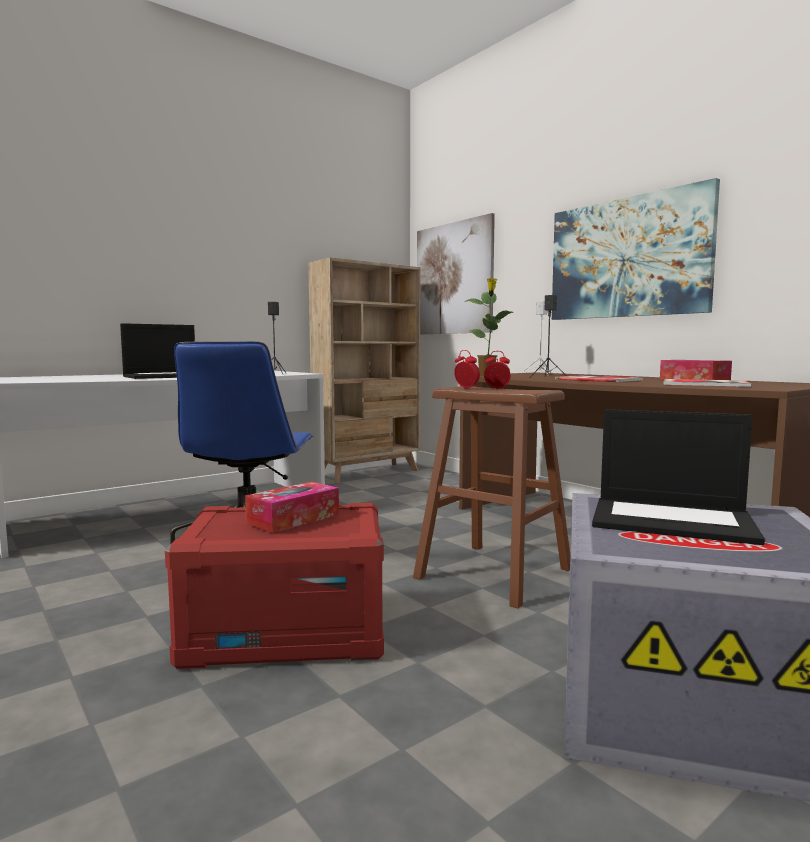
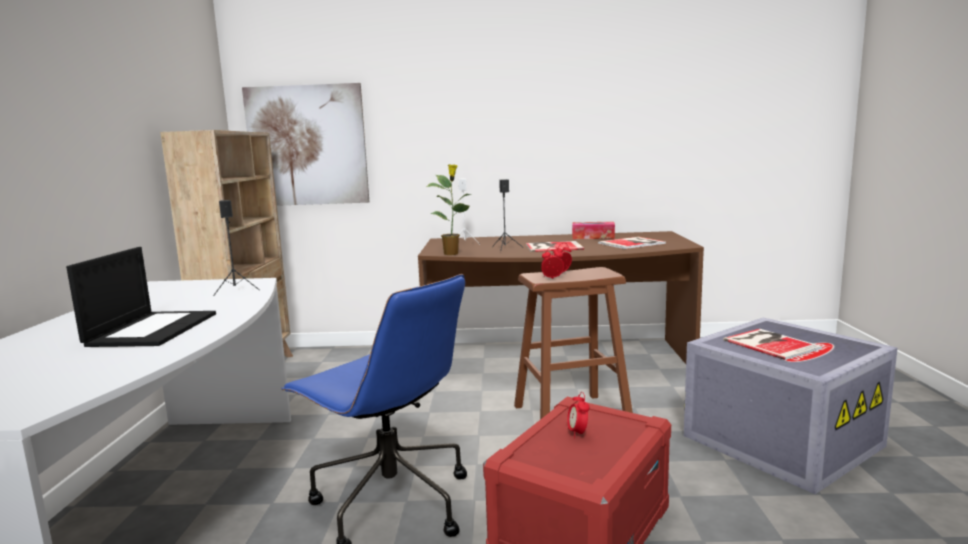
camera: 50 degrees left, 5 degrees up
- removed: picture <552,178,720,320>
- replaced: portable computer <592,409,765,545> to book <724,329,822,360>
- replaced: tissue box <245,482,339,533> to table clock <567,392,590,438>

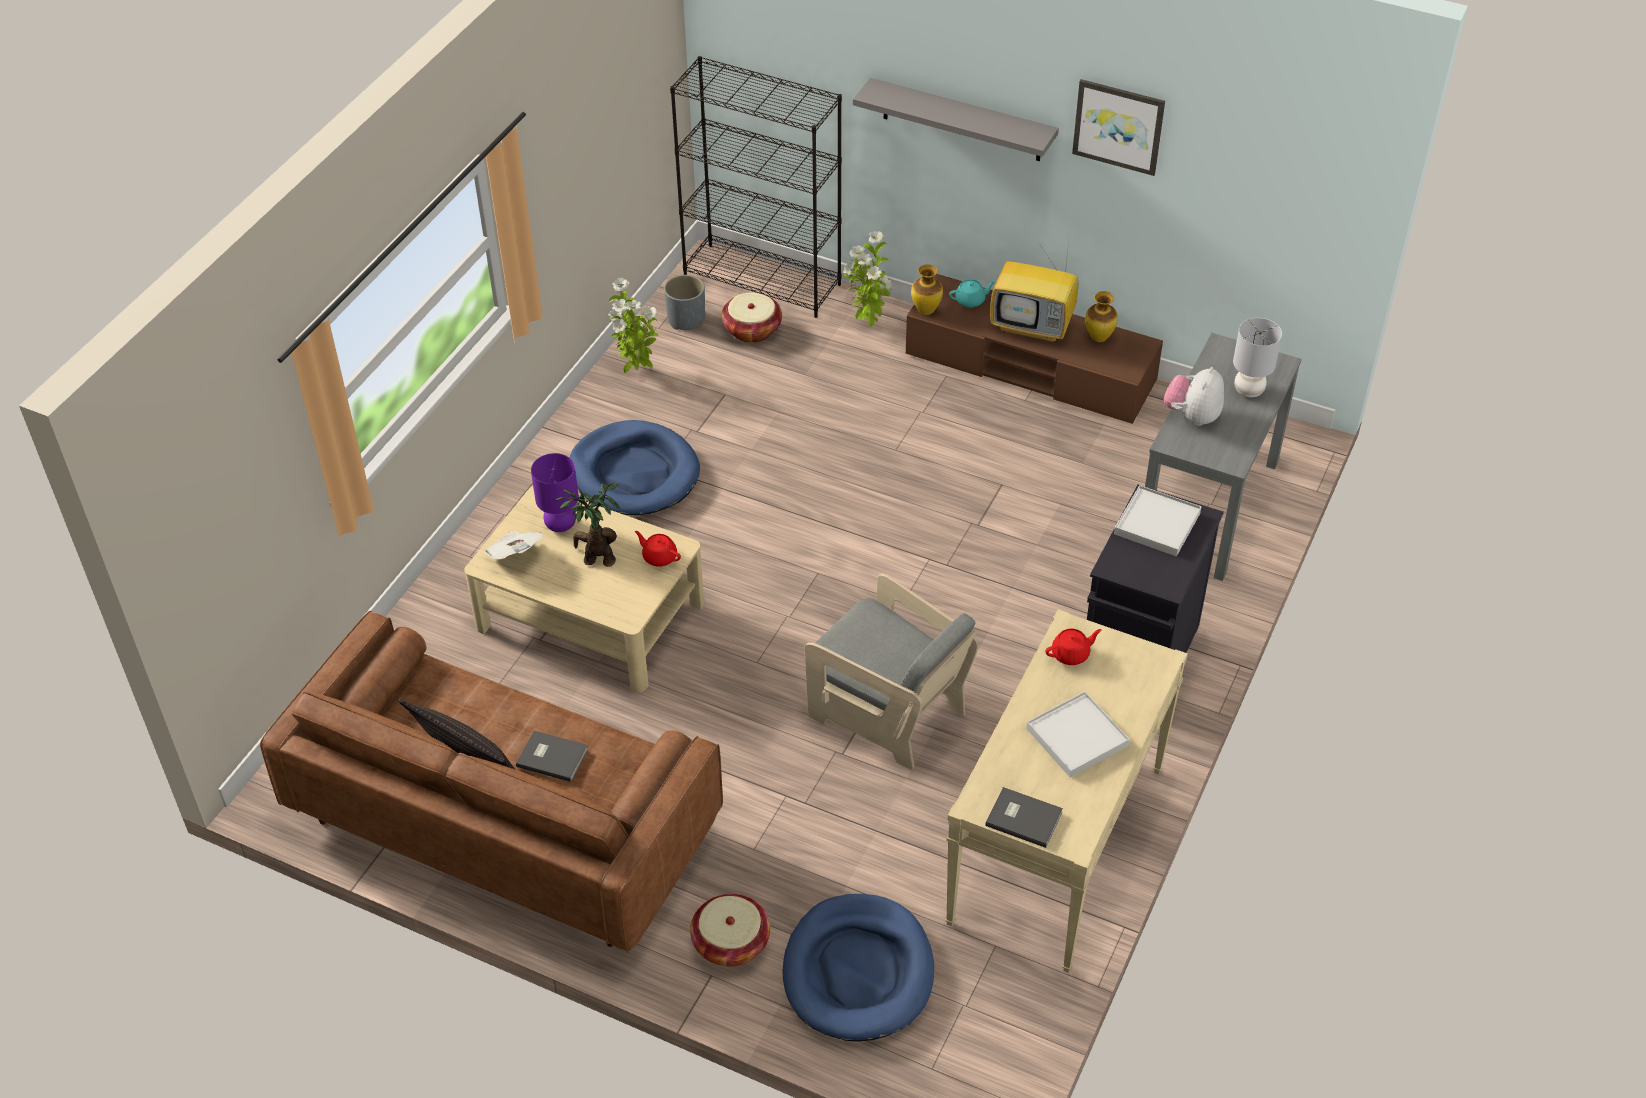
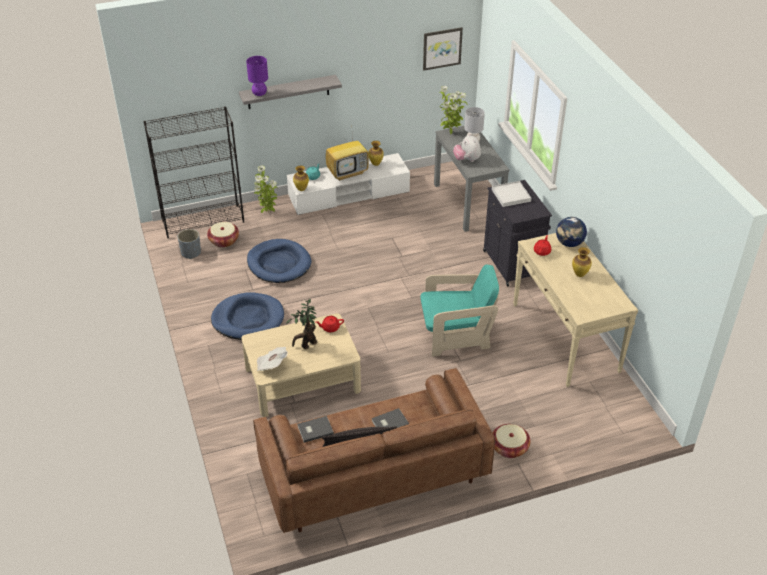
camera: 45 degrees left, 5 degrees down
- moved: picture <1072,79,1165,176> to <423,27,463,71>
- recoloured: media console (brown-coloured) <906,274,1163,424> to media console (whitish) <287,153,410,215>
- moved: potted plant <608,278,659,373> to <439,86,467,134>
- moved: table lamp (purple-coloured) <531,453,579,532> to <246,56,268,96>
- recoloured: lounge chair (greyish) <805,574,979,770> to lounge chair (turquoise-coloured) <420,265,499,357>
- replaced: serving tray (whitish) <1026,691,1130,778> to flower vase <572,247,592,277>
- moved: book (greyish) <985,787,1063,848> to <297,416,334,443>
- moved: dog cushion (blue) <783,894,934,1042> to <247,239,311,283>
- added: globe <556,217,587,247>

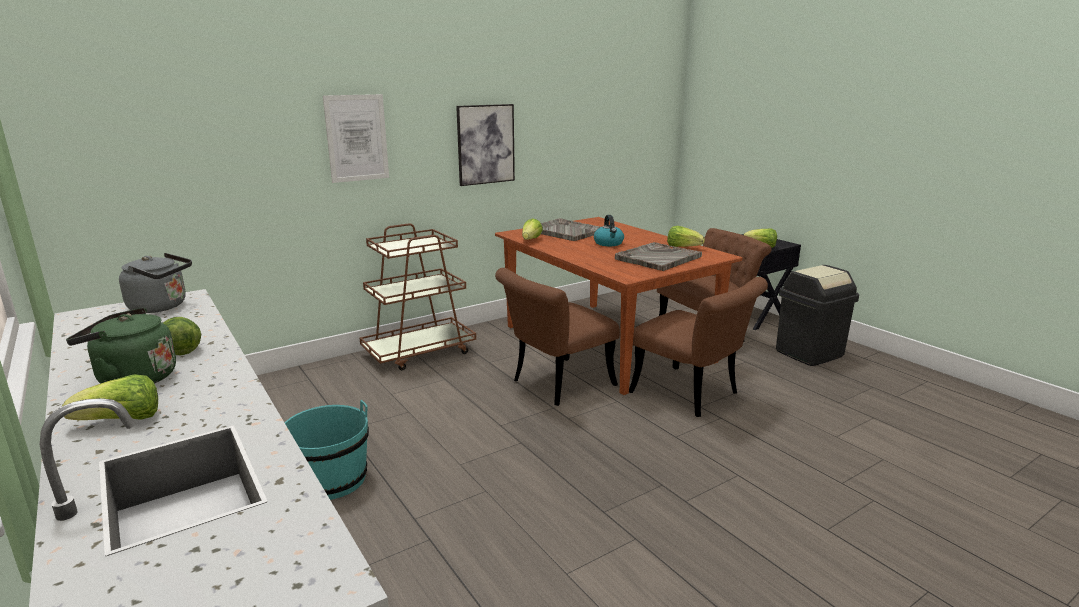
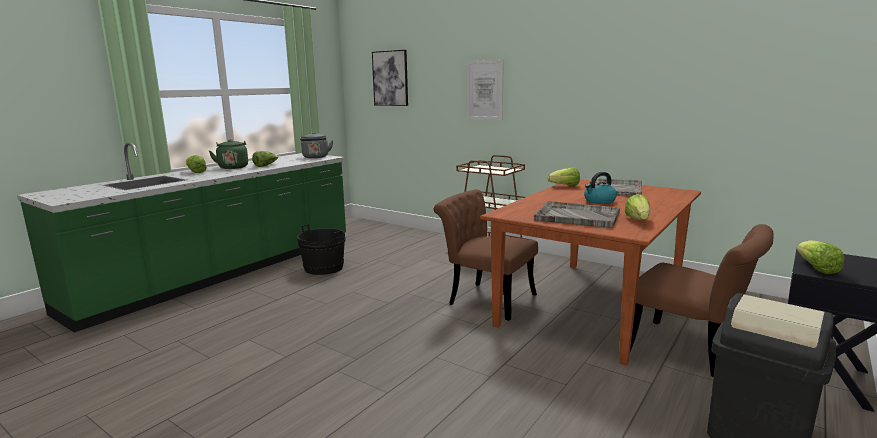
camera: 70 degrees right, 5 degrees down
- moved: picture <456,104,515,186> to <372,50,408,106>
- removed: plain chair (brown-coloured) <629,277,768,417>
- recoloured: bucket (turquoise-coloured) <284,400,369,500> to bucket (black) <297,224,345,275>

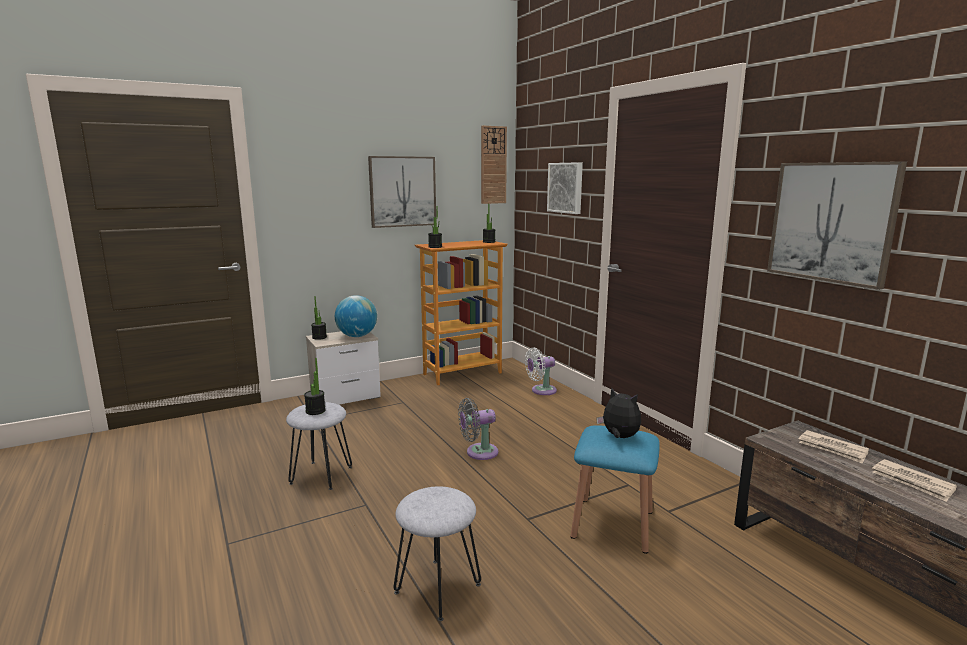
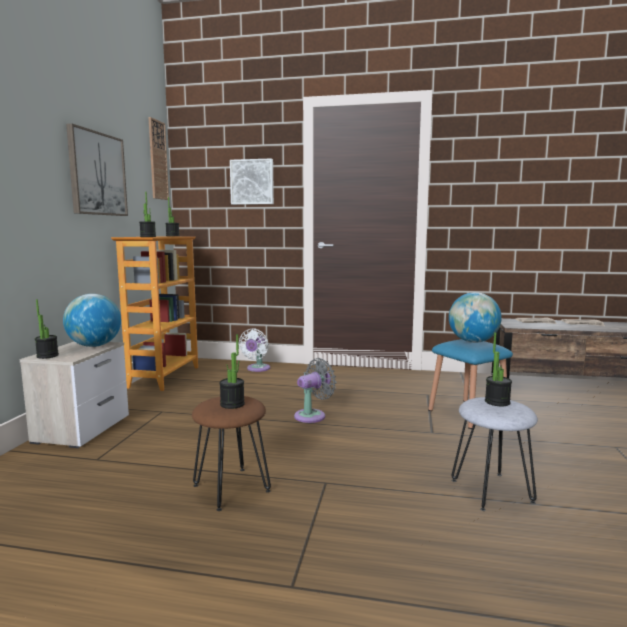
camera: 50 degrees left, 5 degrees down
- removed: picture <767,161,907,290>
- replaced: cuddly toy <596,387,641,438> to globe <449,292,502,343>
- turned: electric fan (greyish) <458,398,499,460> = <294,358,337,423> 150 degrees counterclockwise
- recoloured: sitting stool (greyish) <286,402,352,490> to sitting stool (brown-coloured) <192,396,271,511>
- added: potted plant <485,332,512,407>

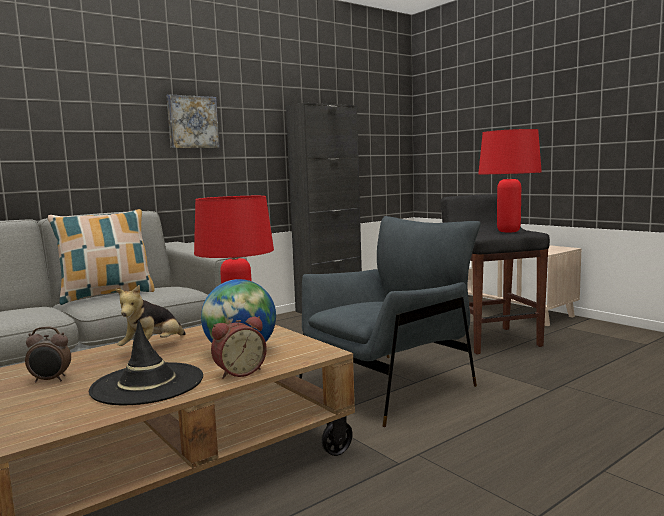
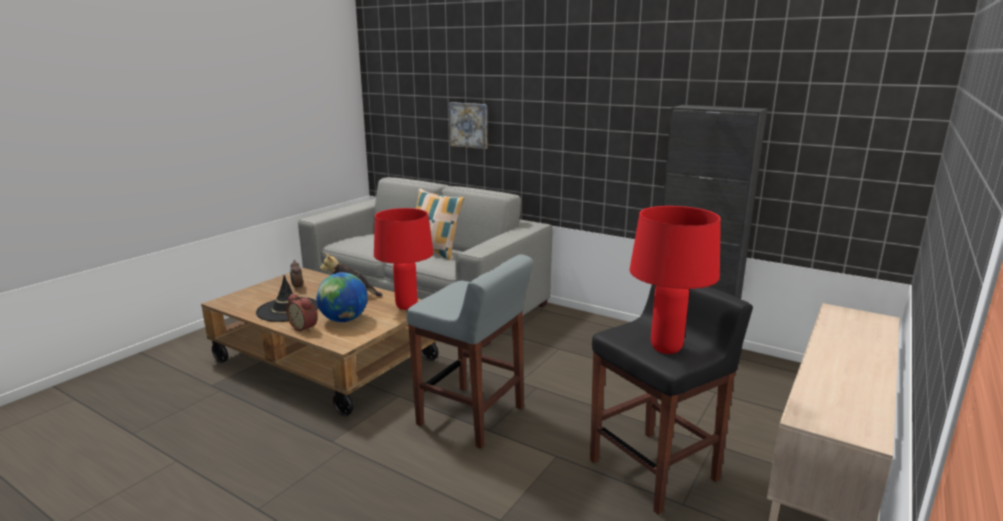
camera: 70 degrees right, 10 degrees up
- moved: picture <166,94,220,148> to <449,102,487,149>
- replaced: lounge chair (greyish) <299,216,481,427> to sitting stool (greyish) <406,254,533,449>

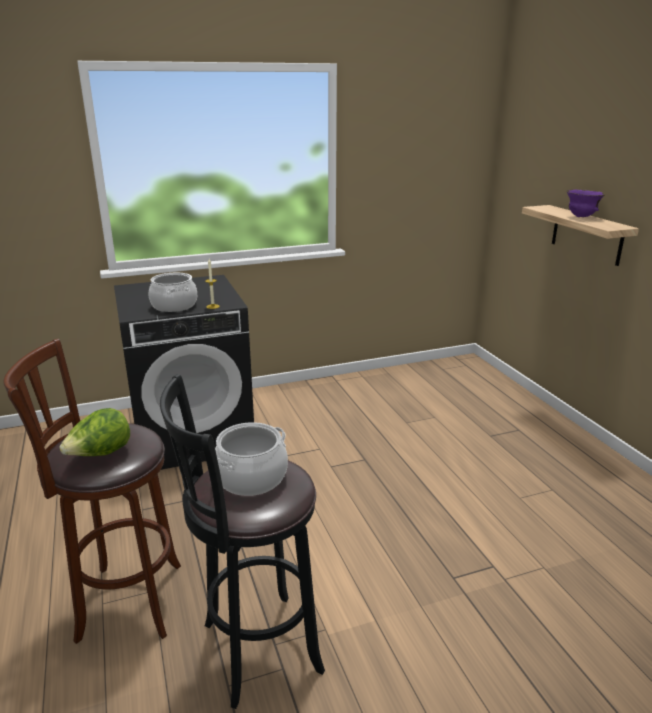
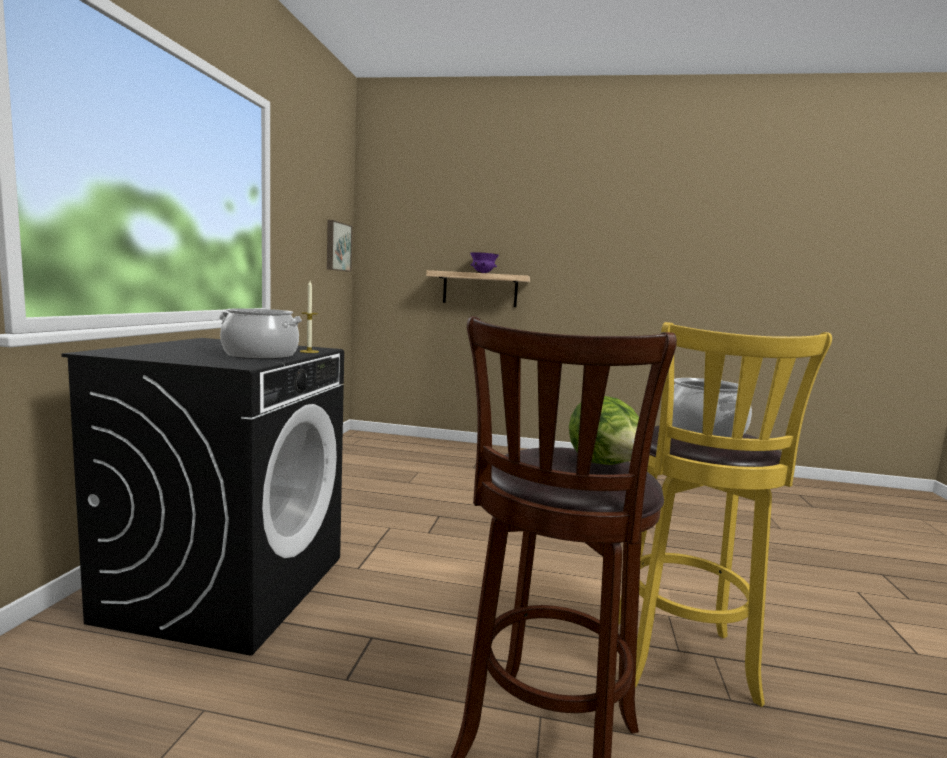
camera: 60 degrees left, 15 degrees down
- recoloured: sitting stool (black) <160,374,325,709> to sitting stool (yellowish) <618,322,832,707>
- added: picture <327,220,353,272>

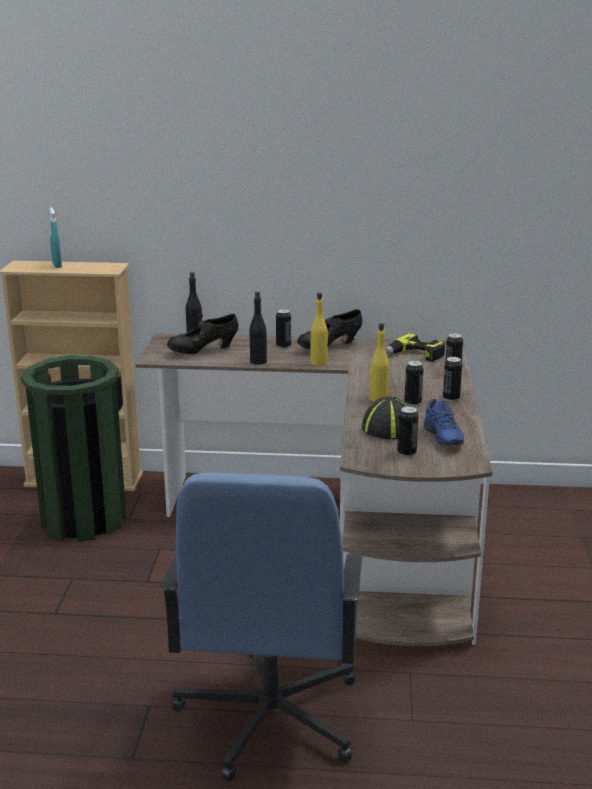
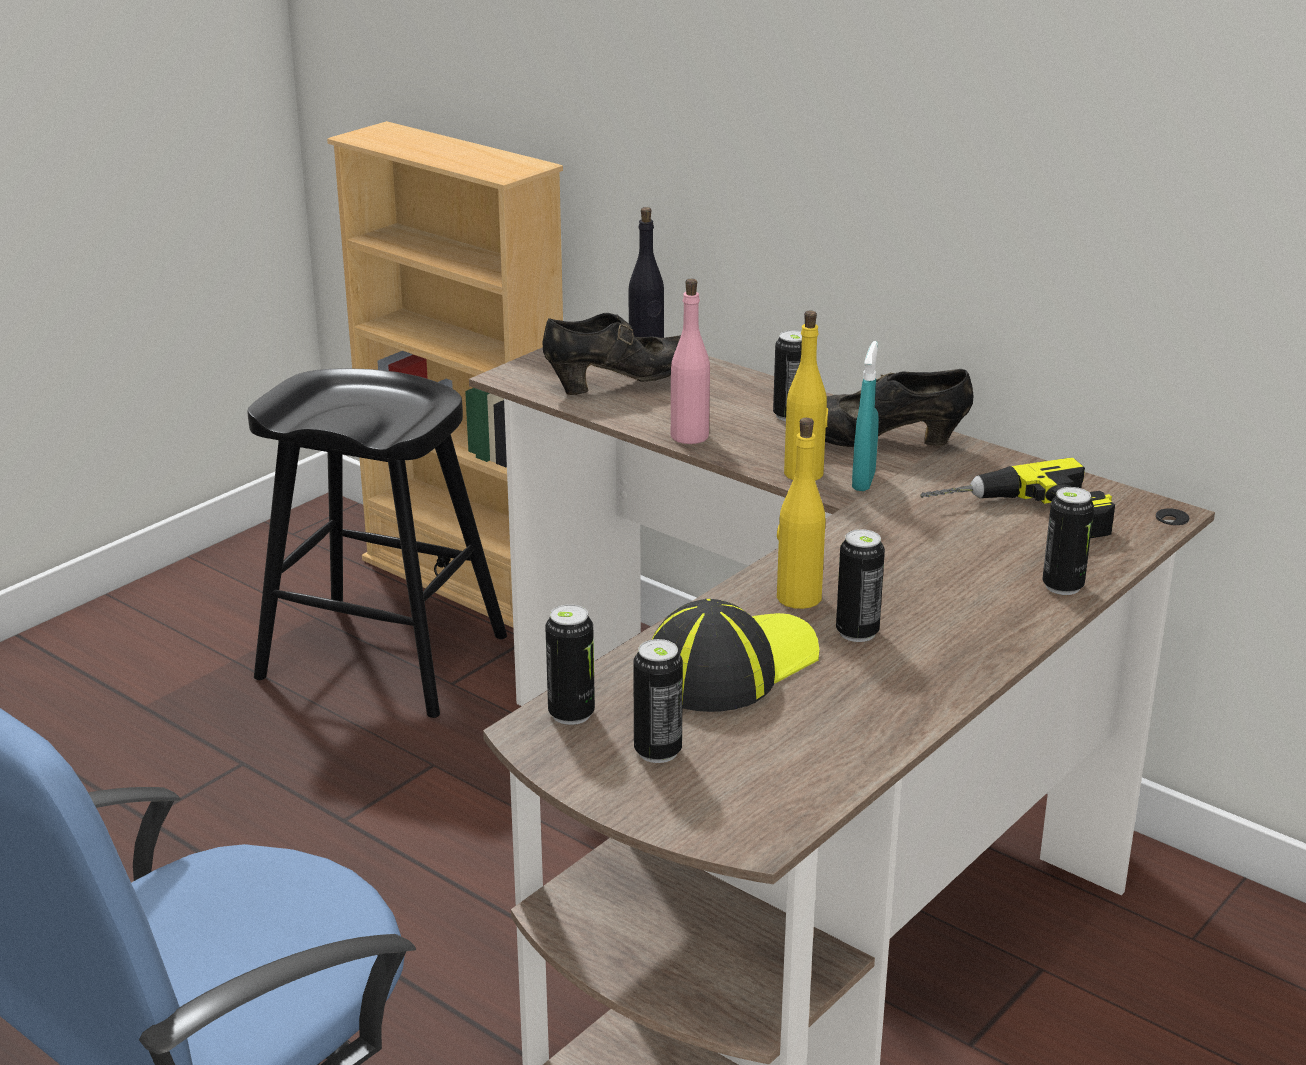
camera: 35 degrees right, 5 degrees up
- moved: sprayer (turquoise-coloured) <50,207,62,268> to <852,341,879,491>
- recoloured: beverage bottle (black) <250,291,267,365> to beverage bottle (pinkish) <671,279,710,444>
- turned: item of footwear (black) <167,314,238,354> = <543,313,681,395> 150 degrees clockwise
- replaced: rubbish bin (green) <21,355,127,542> to sitting stool (black) <247,369,507,718>
- moved: can <443,357,462,402> to <545,604,595,725>
- removed: item of footwear (blue) <424,399,464,445>

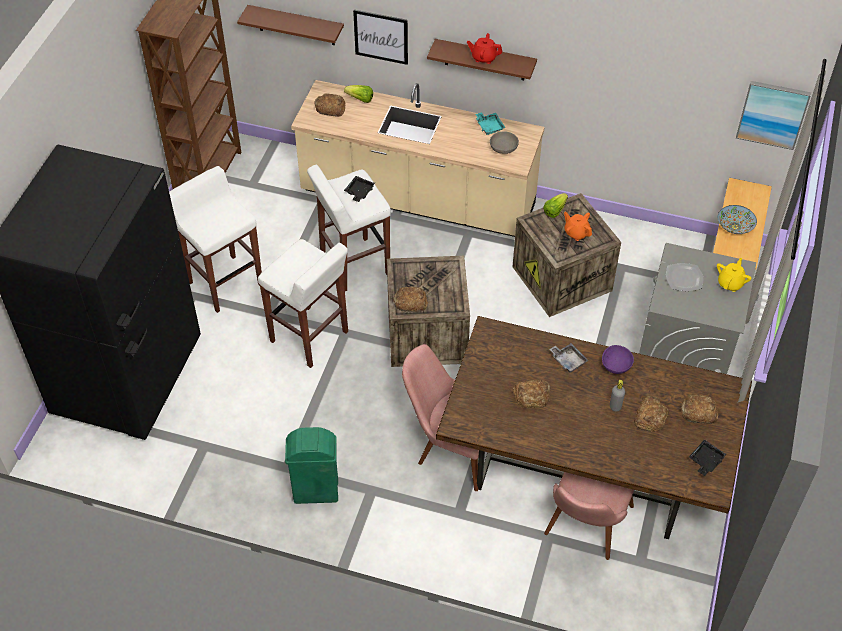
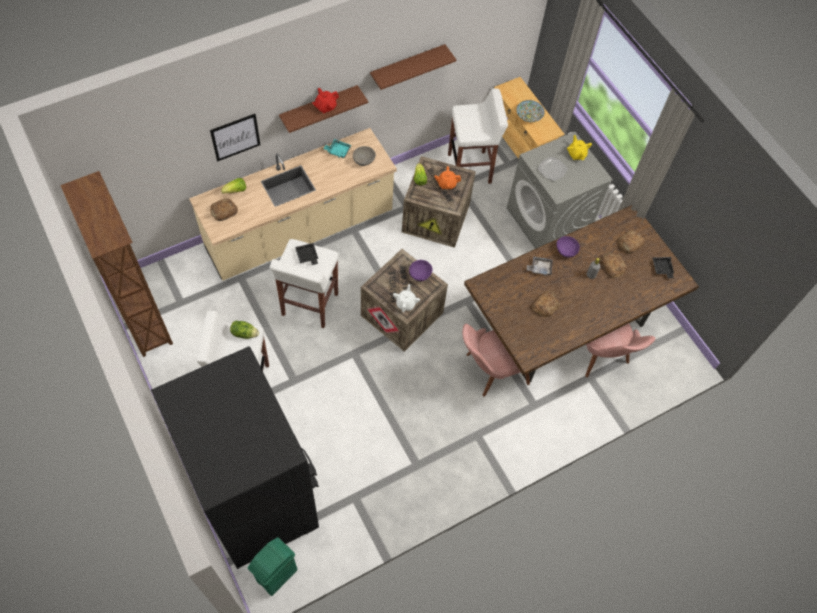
camera: 50 degrees left, 10 degrees up
- moved: bracket shelf (brown-coloured) <237,5,344,45> to <370,44,456,90>
- removed: picture <736,81,811,150>
- moved: sitting stool (whitish) <258,239,348,368> to <448,88,508,184>
- replaced: bakery bread <393,287,428,312> to teapot (whitish) <393,284,420,312>
- moved: rubbish bin (green) <285,427,338,504> to <247,537,297,596>
- added: serving bowl (purple-coloured) <409,260,433,281>
- added: lettuce <230,321,259,339>

